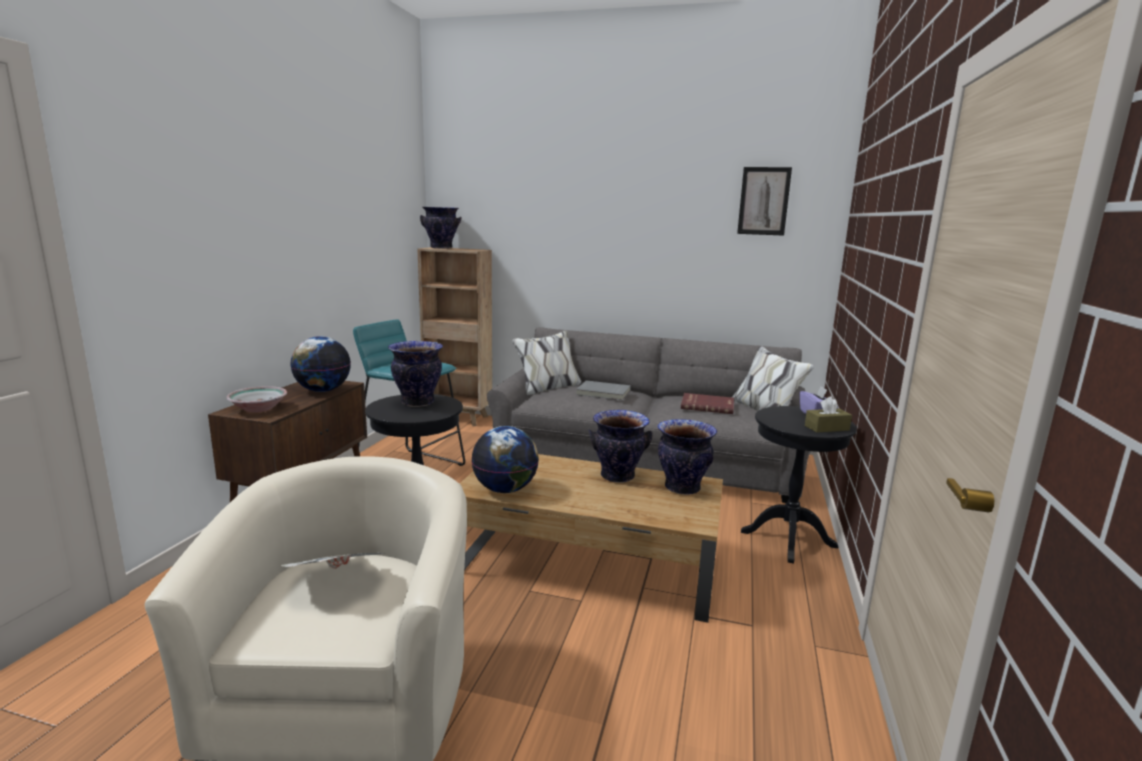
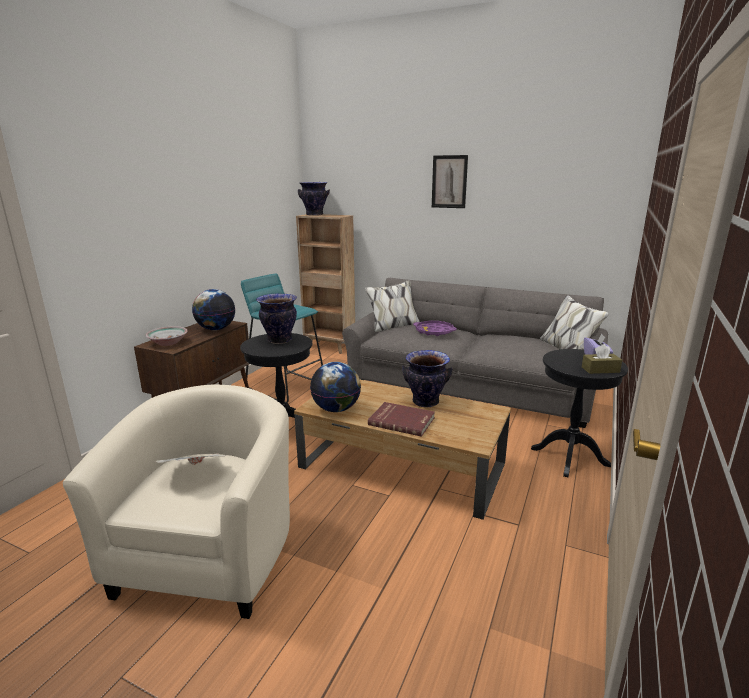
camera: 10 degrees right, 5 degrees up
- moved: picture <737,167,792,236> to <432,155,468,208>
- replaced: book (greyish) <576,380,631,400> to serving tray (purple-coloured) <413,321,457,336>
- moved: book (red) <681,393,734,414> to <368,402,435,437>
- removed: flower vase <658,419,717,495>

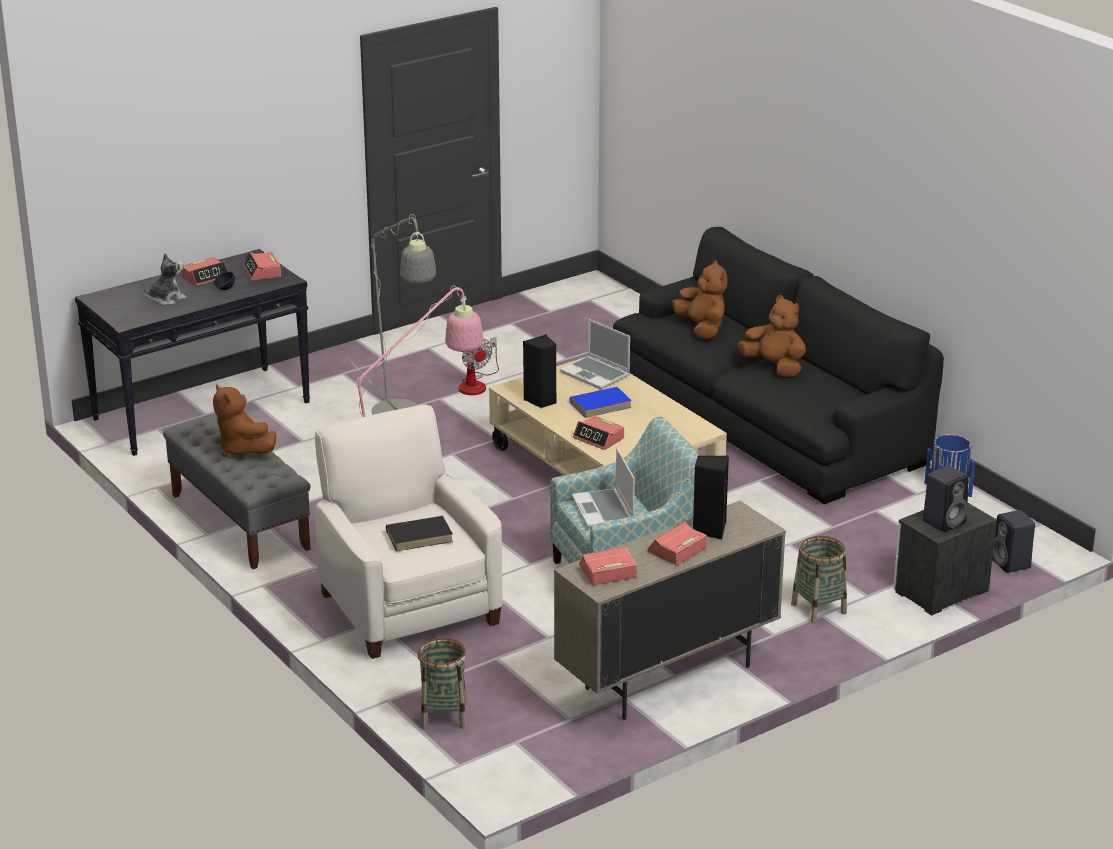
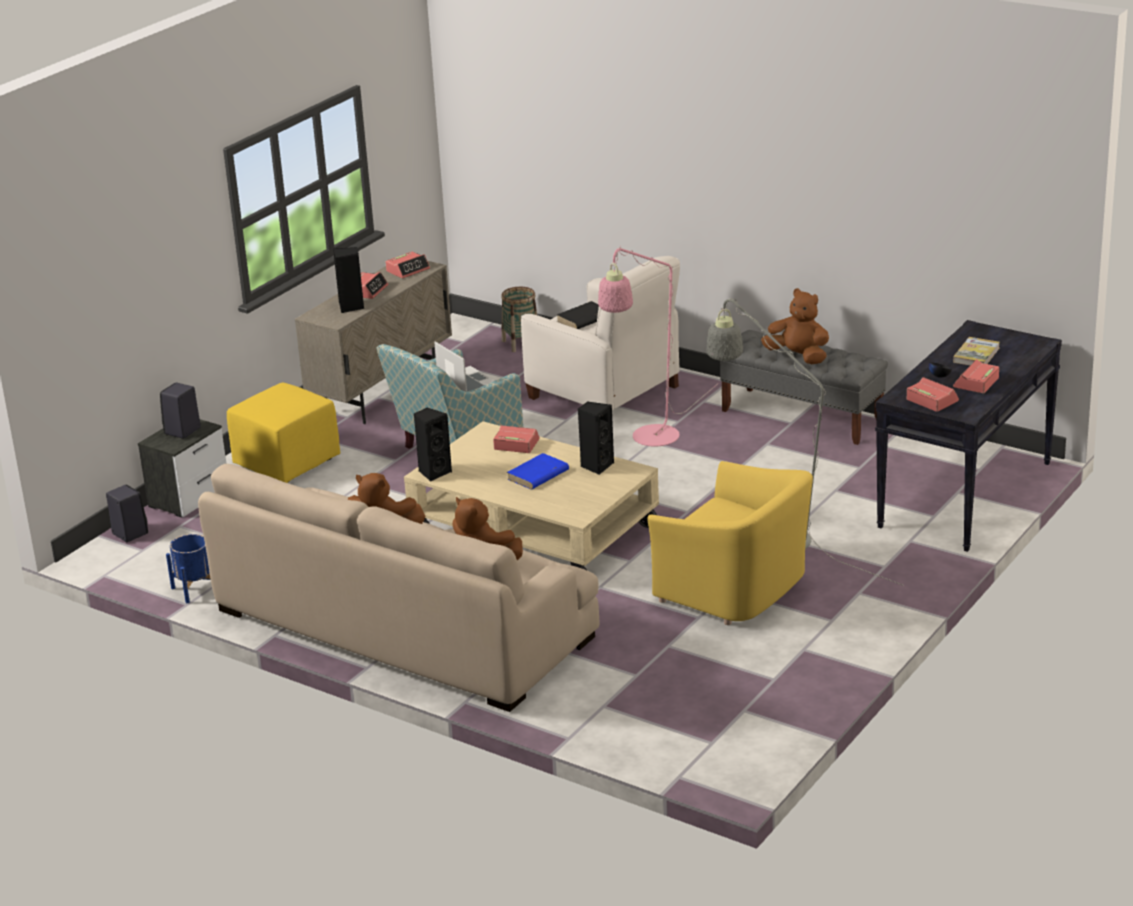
camera: 160 degrees right, 0 degrees up
- recoloured: settee (black) <613,227,944,504> to settee (sand-coloured) <198,464,599,712>
- replaced: cuddly toy <143,253,186,305> to book <953,337,1000,365>
- removed: portable computer <560,319,630,389>
- replaced: electric fan <459,337,499,395> to lounge chair (yellowish) <647,461,813,625>
- replaced: basket <791,536,847,623> to pouffe (yellowish) <227,383,340,483>
- added: loudspeaker (black) <414,407,452,481>

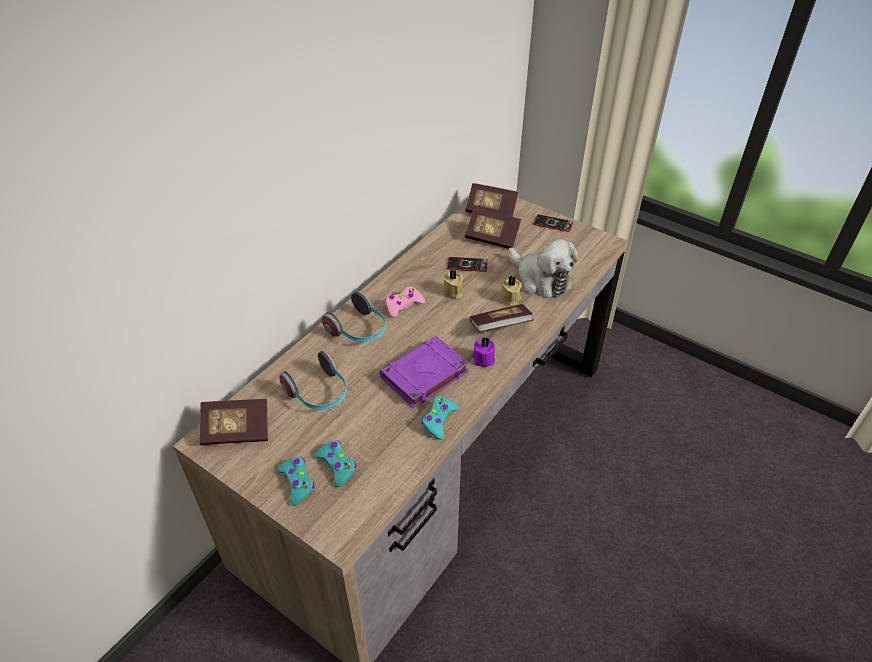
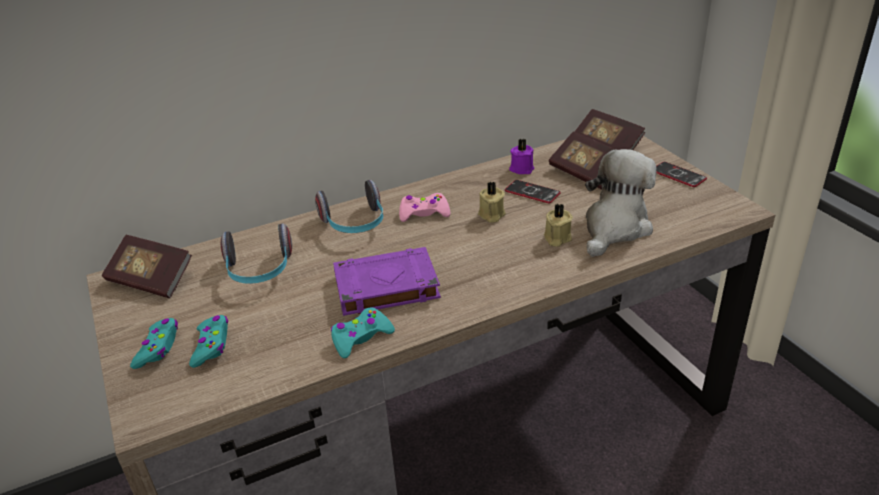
camera: 30 degrees right, 10 degrees down
- turned: cuddly toy <508,239,579,298> = <585,149,657,257> 135 degrees counterclockwise
- removed: book <470,304,534,332>
- moved: candle (purple-coloured) <472,337,495,367> to <509,139,534,174>

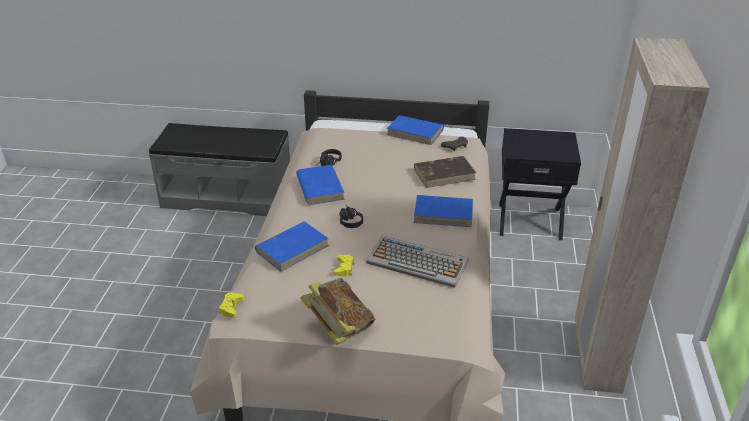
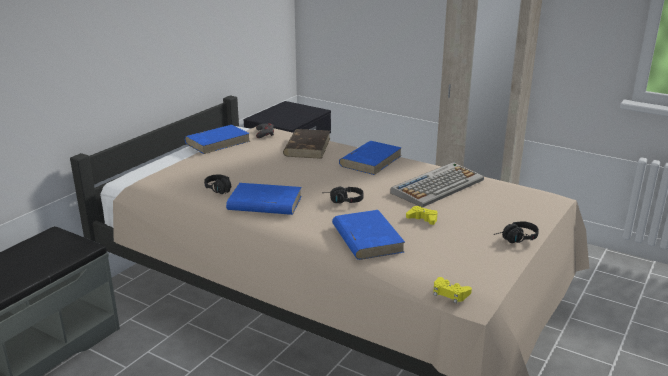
camera: 65 degrees left, 10 degrees down
- replaced: book <300,278,375,345> to pair of headphones (black) <493,221,539,243>

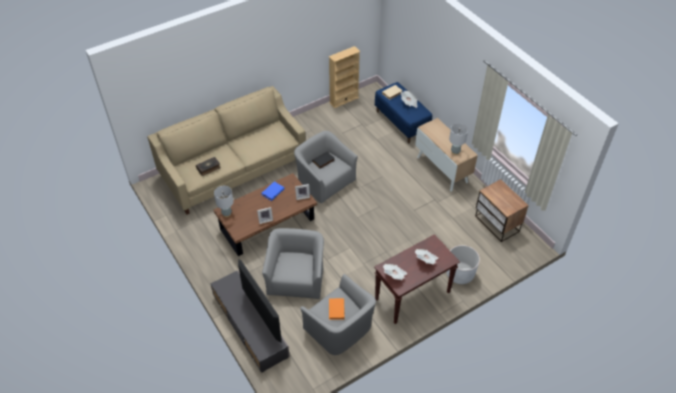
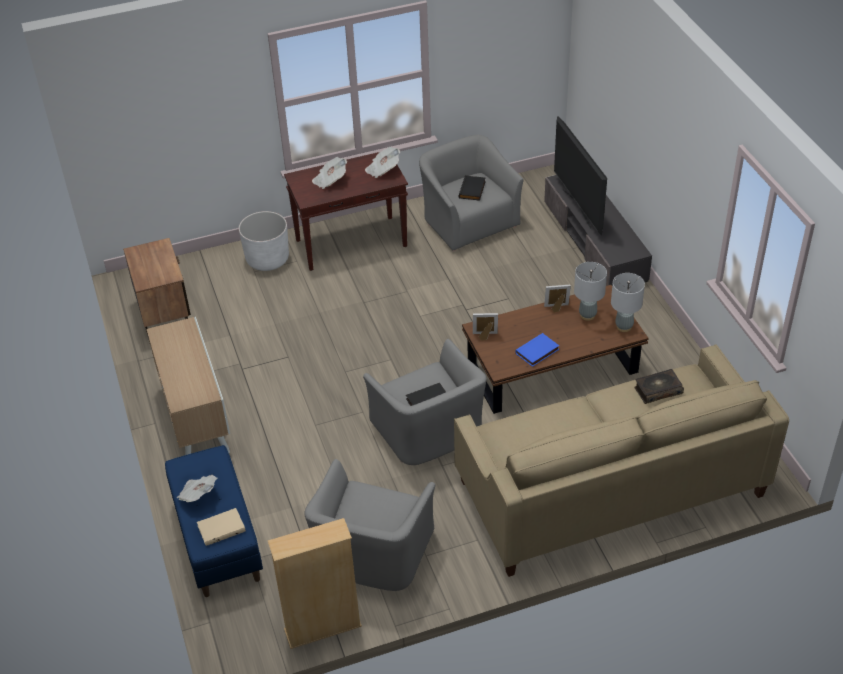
camera: 165 degrees left, 5 degrees down
- moved: table lamp (greyish) <449,123,468,155> to <574,262,607,321>
- moved: lounge chair (greyish) <262,228,324,299> to <304,459,435,591>
- recoloured: book (orange) <329,298,345,320> to book (black) <459,175,486,201>

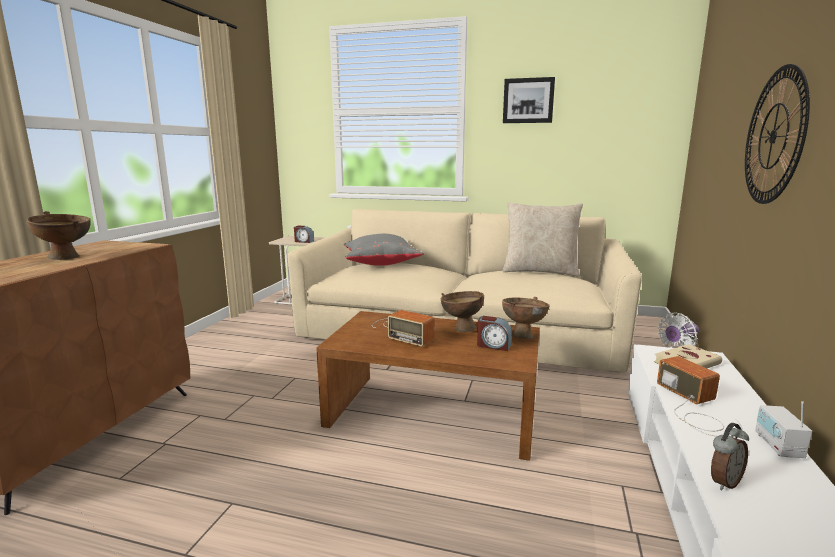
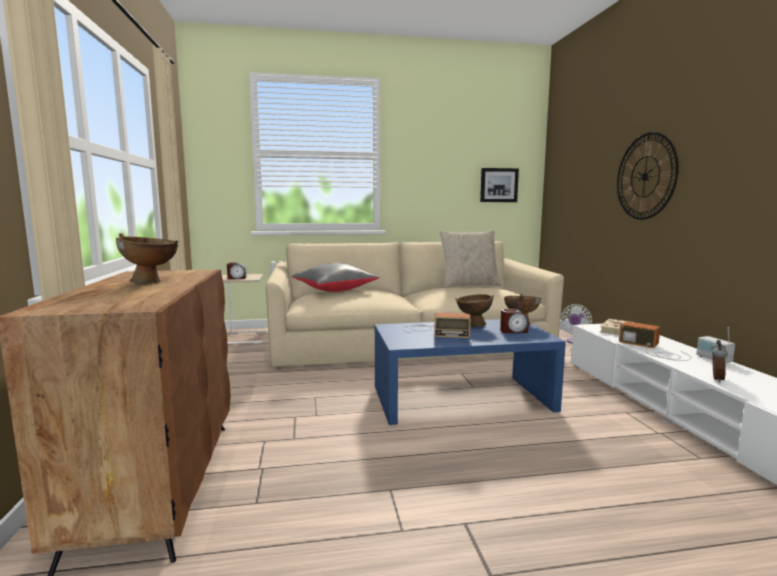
camera: 25 degrees left, 5 degrees down
- moved: picture <503,77,555,123> to <480,168,519,202>
- recoloured: low table (brown-coloured) <316,311,540,461> to low table (blue) <375,319,566,425>

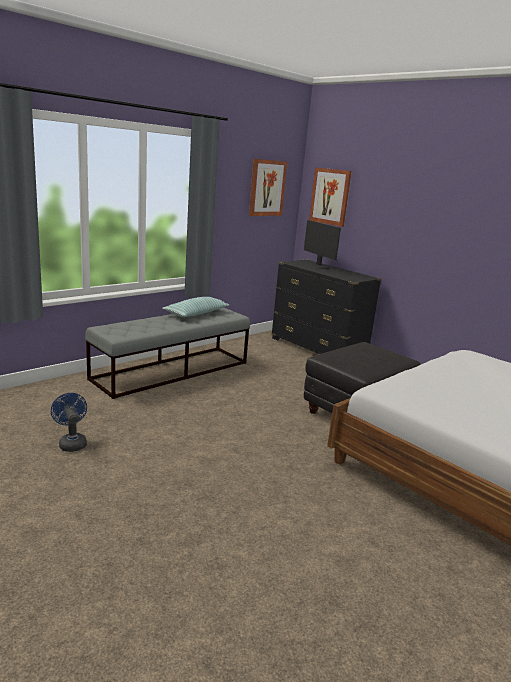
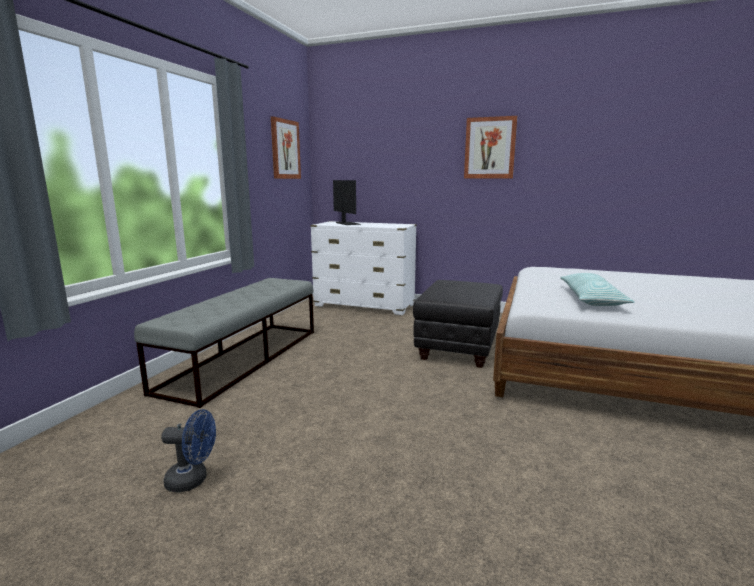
camera: 25 degrees left, 5 degrees down
- moved: picture <309,168,352,227> to <464,116,517,179>
- turned: computer display <301,220,341,269> = <333,180,362,225> 150 degrees counterclockwise
- recoloured: drawer chest (black) <271,259,382,354> to drawer chest (whitish) <310,221,417,315>
- moved: cushion <162,297,229,317> to <560,273,634,306>
- turned: electric fan (blue) <51,393,87,452> = <161,409,216,492> 150 degrees clockwise

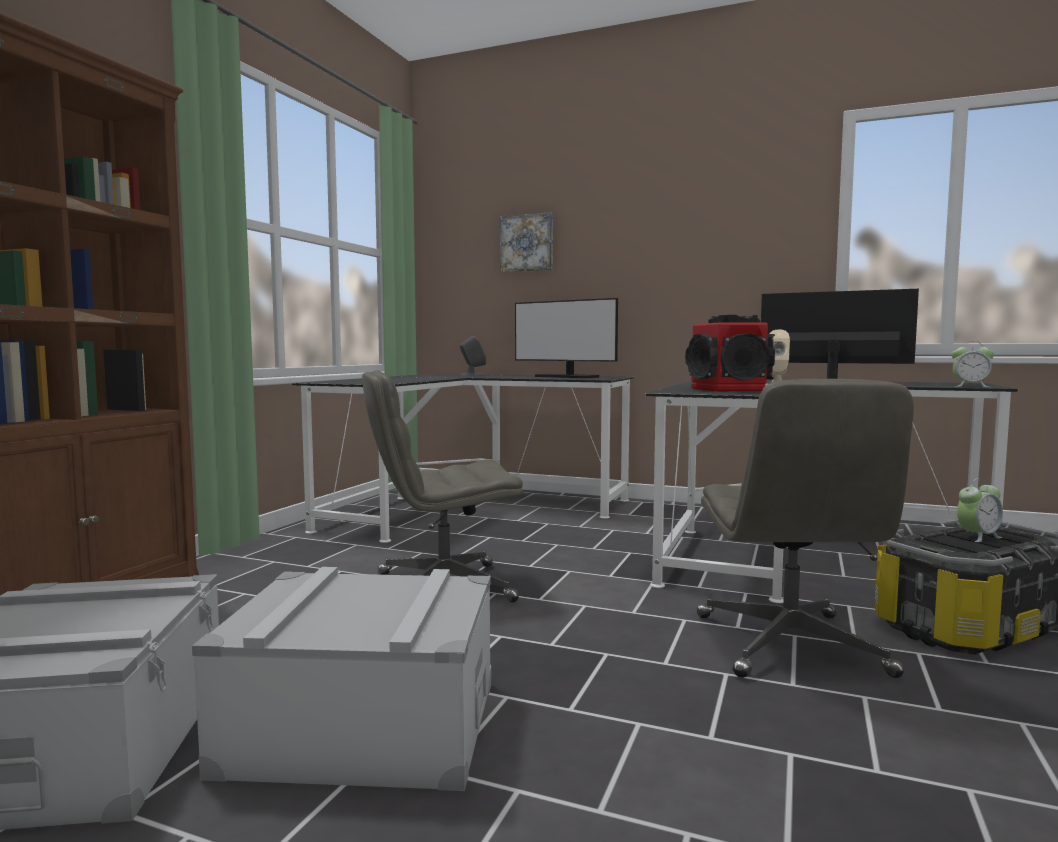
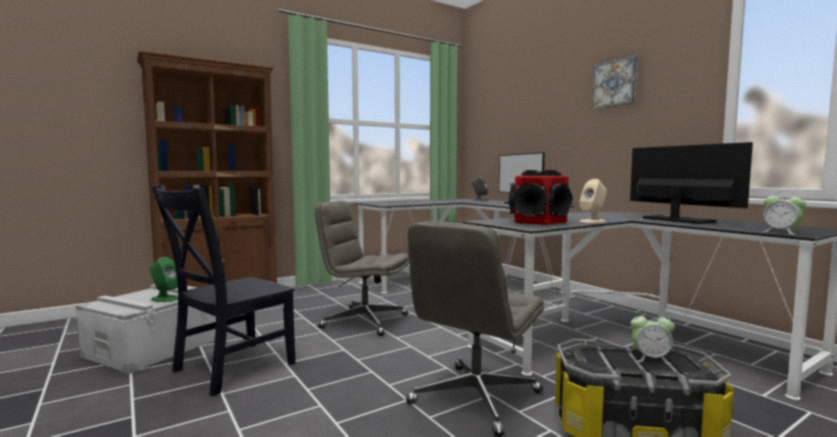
camera: 35 degrees right, 0 degrees up
- moved: picture <500,212,553,272> to <592,56,638,109>
- replaced: storage box (greyish) <192,567,491,791> to plain chair (black) <151,186,296,396>
- added: loudspeaker (green) <150,257,178,302>

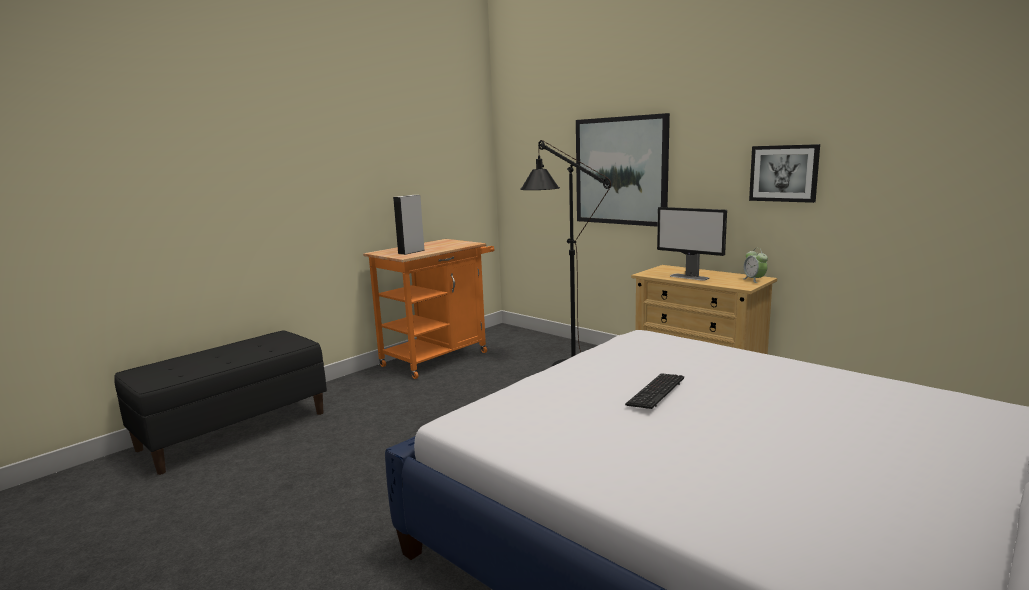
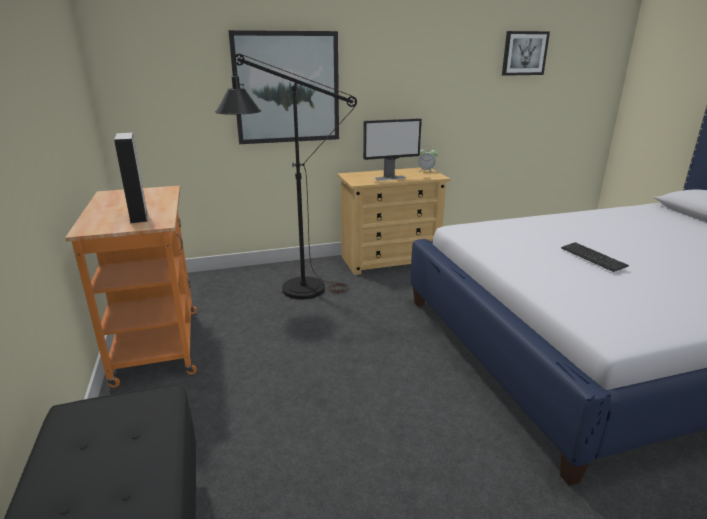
camera: 60 degrees left, 10 degrees up
- moved: picture <749,144,820,203> to <502,31,550,76>

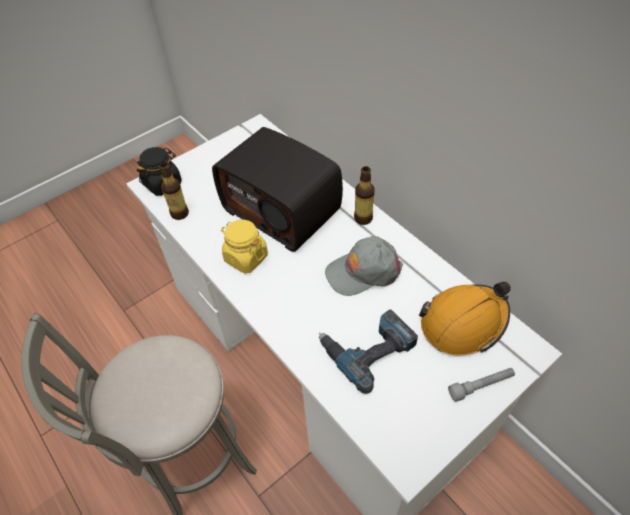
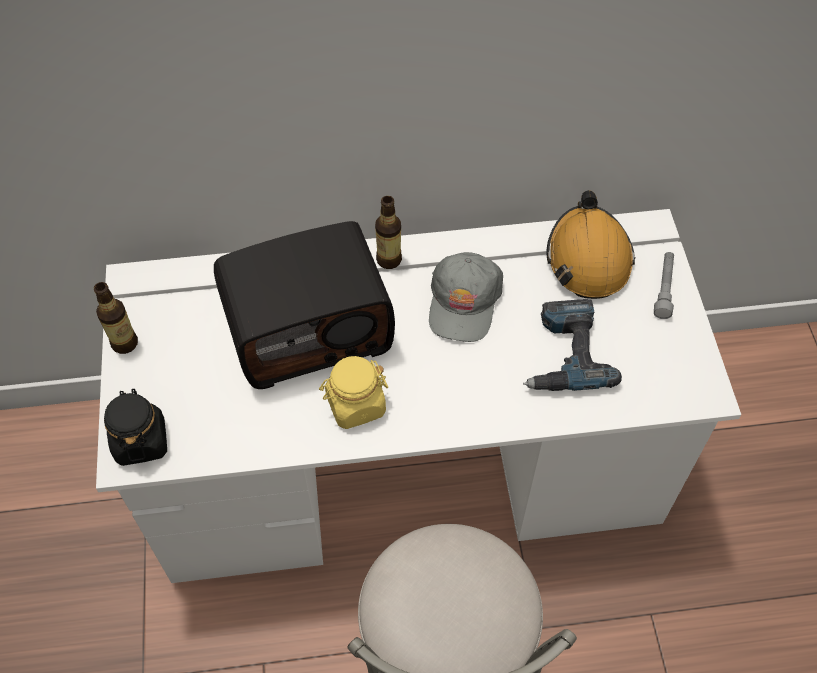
camera: 60 degrees left, 5 degrees up
- moved: beverage bottle <159,162,189,220> to <94,282,138,354>

